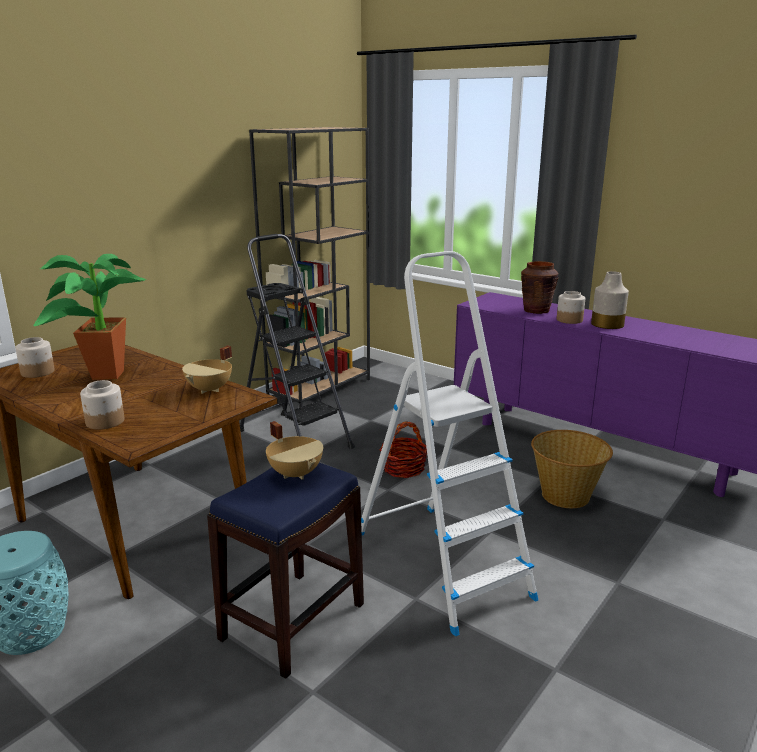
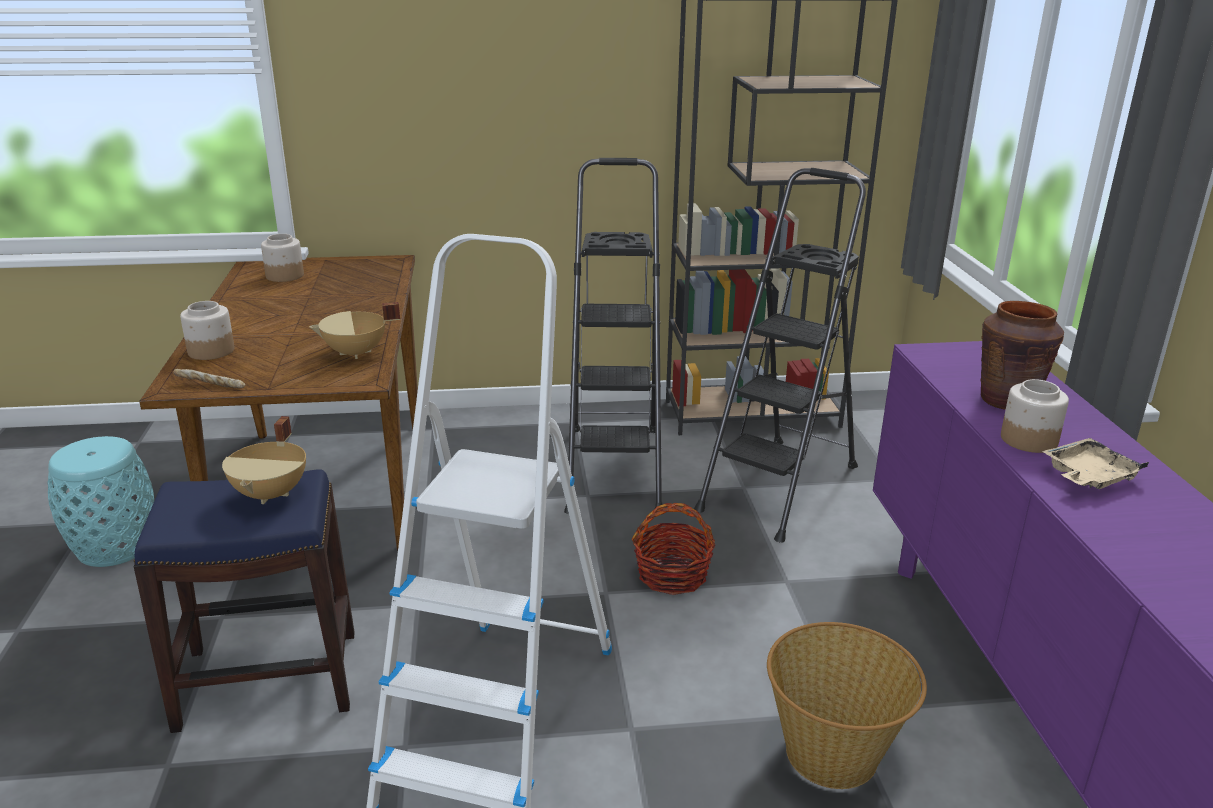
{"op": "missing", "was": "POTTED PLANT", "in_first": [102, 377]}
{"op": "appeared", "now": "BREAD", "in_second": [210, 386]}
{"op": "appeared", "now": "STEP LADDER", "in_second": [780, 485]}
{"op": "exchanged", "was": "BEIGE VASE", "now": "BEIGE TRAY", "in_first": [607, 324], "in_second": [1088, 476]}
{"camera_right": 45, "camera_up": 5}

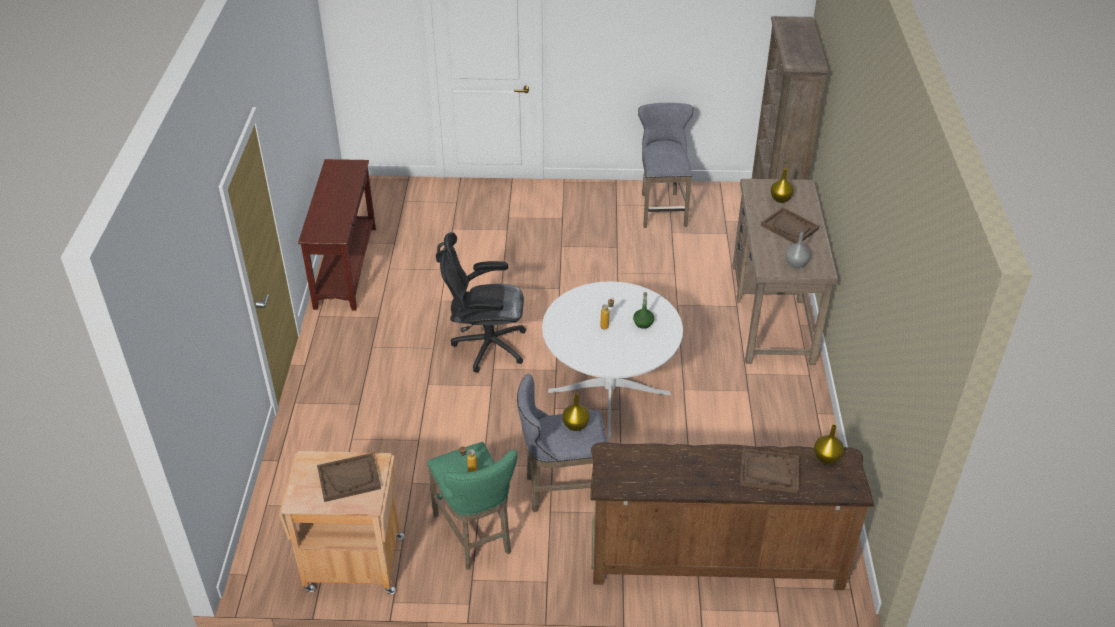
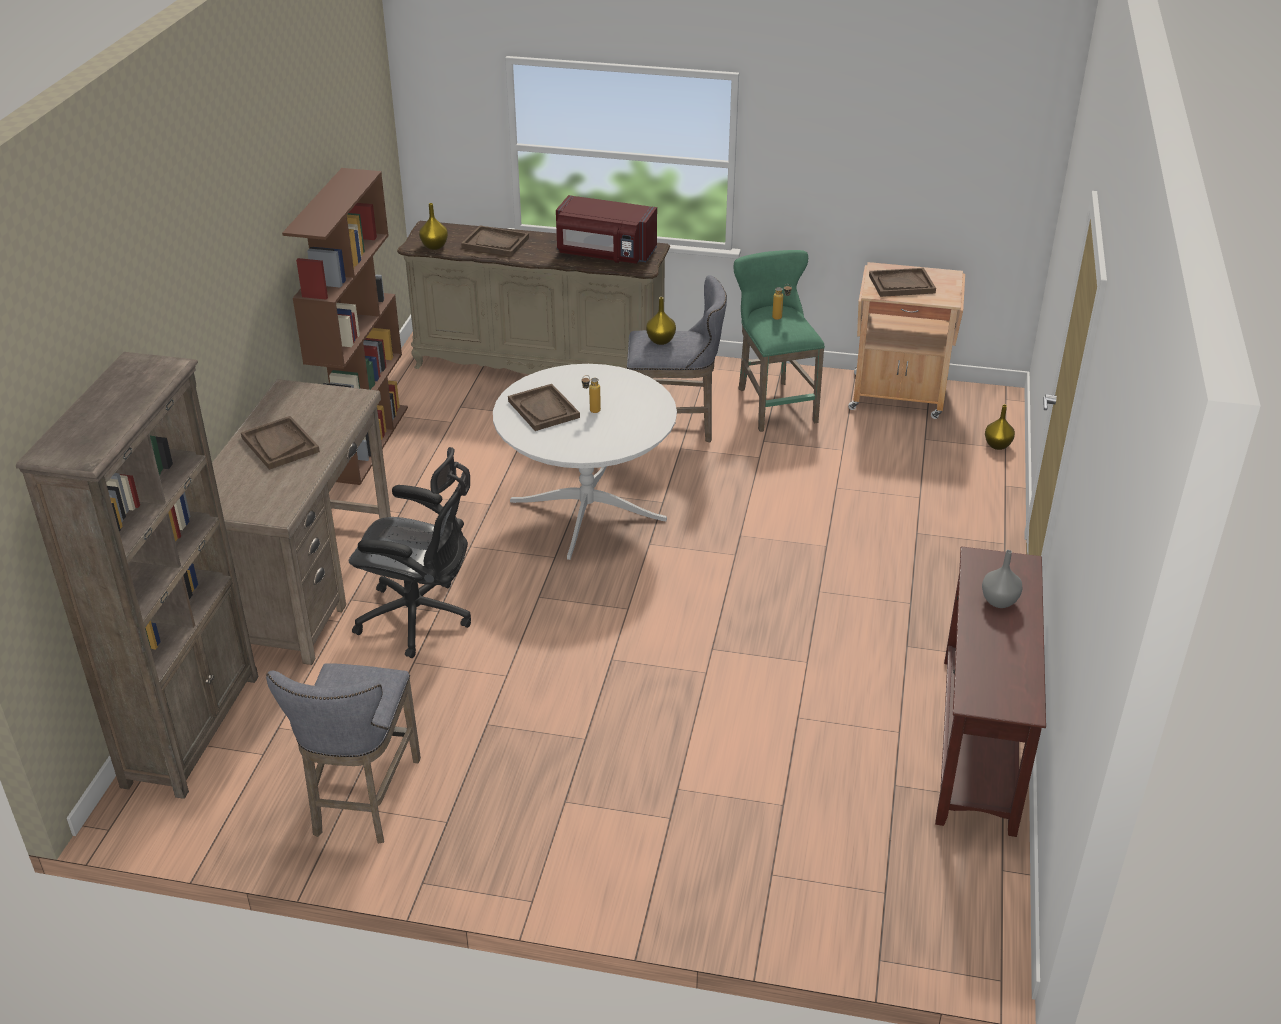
{"op": "appeared", "now": "BROWN BOOKCASE", "in_second": [365, 442]}
{"op": "appeared", "now": "RED MICROWAVE", "in_second": [604, 254]}
{"op": "relocated", "was": "OFFICE CHAIR", "in_first": [486, 346], "in_second": [420, 618]}
{"op": "relocated", "was": "YELLOW VASE", "in_first": [781, 199], "in_second": [997, 445]}
{"op": "relocated", "was": "GREY VASE", "in_first": [795, 264], "in_second": [999, 601]}
{"op": "exchanged", "was": "GREEN BOTTLE", "now": "BROWN TRAY", "in_first": [643, 323], "in_second": [544, 409]}
{"camera_right": -170, "camera_up": -5}

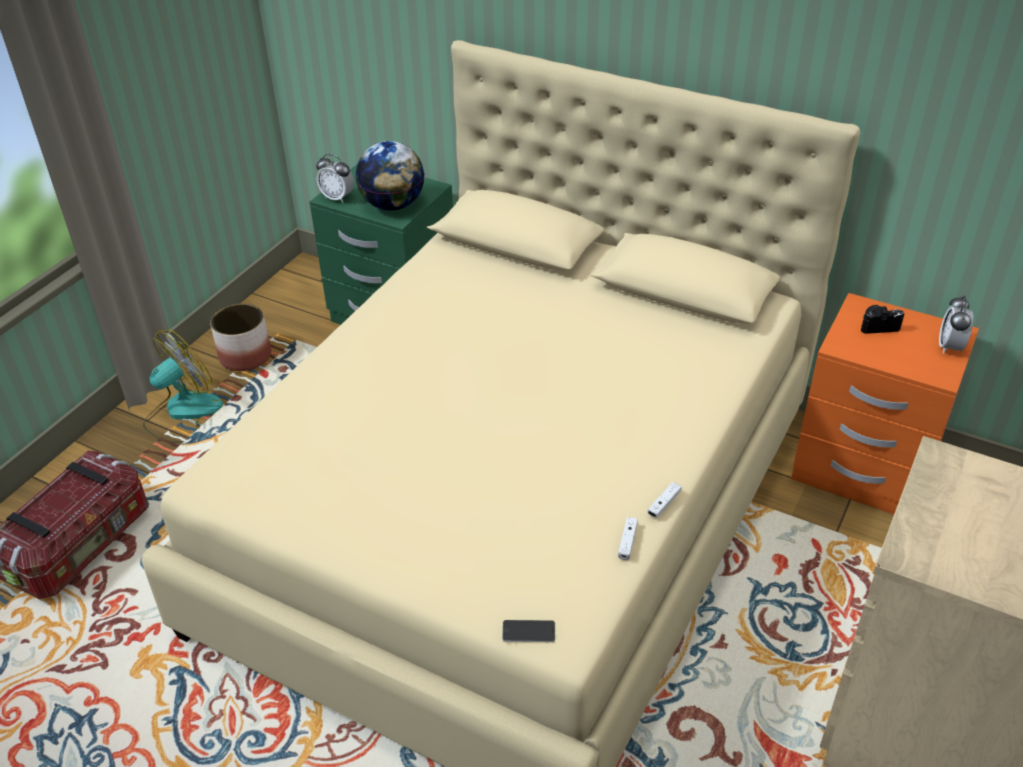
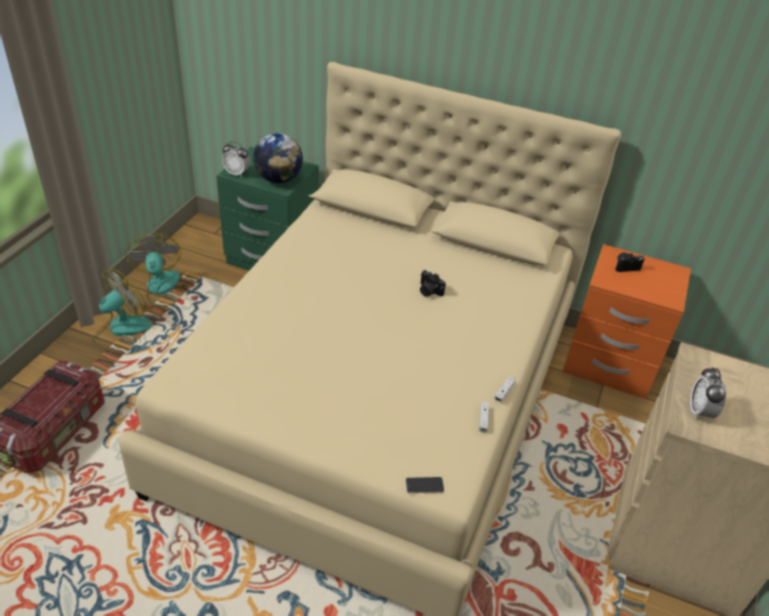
{"op": "appeared", "now": "PHOTO CAMERA", "in_second": [428, 291]}
{"op": "relocated", "was": "ALARM CLOCK", "in_first": [950, 347], "in_second": [700, 411]}
{"op": "exchanged", "was": "PLANTER", "now": "FAN", "in_first": [245, 356], "in_second": [164, 289]}
{"camera_right": -10, "camera_up": 0}

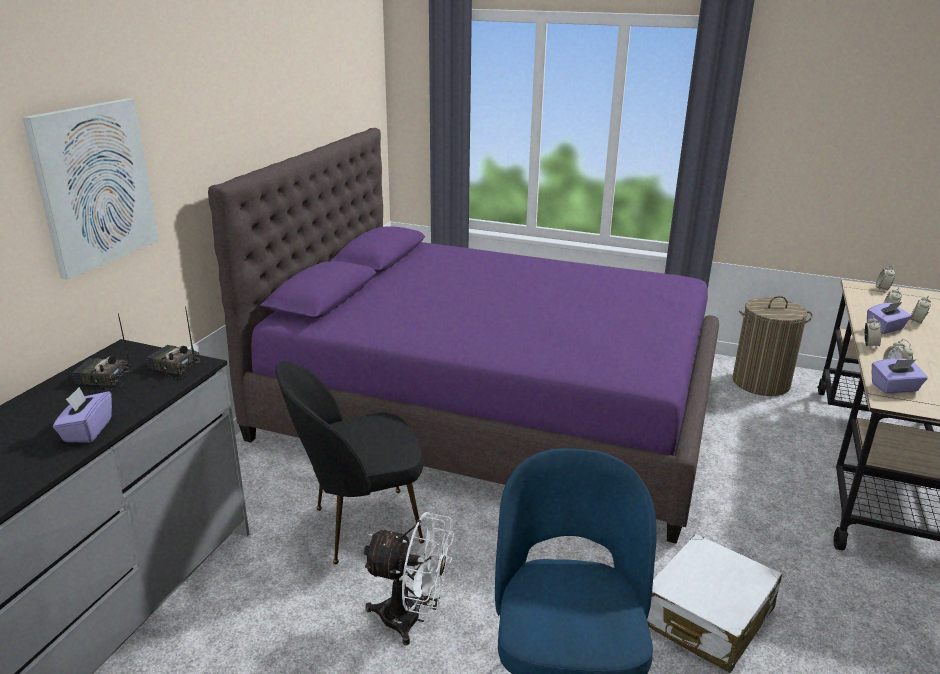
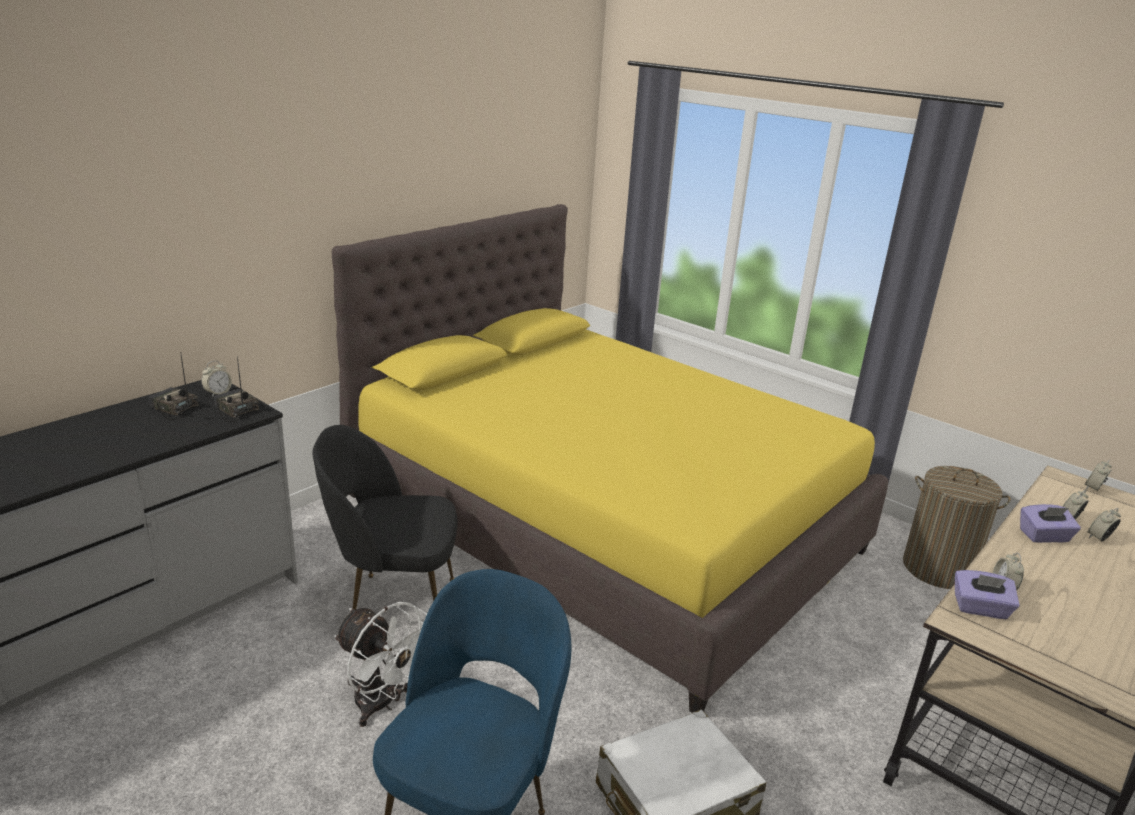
{"op": "missing", "was": "PICTURE", "in_first": [94, 185]}
{"op": "missing", "was": "PURPLE TISSUE BOX", "in_first": [87, 430]}
{"op": "relocated", "was": "ALARM CLOCK", "in_first": [869, 345], "in_second": [218, 393]}
{"op": "colour", "was": "PURPLE BED", "now": "YELLOW BED", "in_first": [490, 409], "in_second": [601, 521]}
{"camera_right": 20, "camera_up": 0}

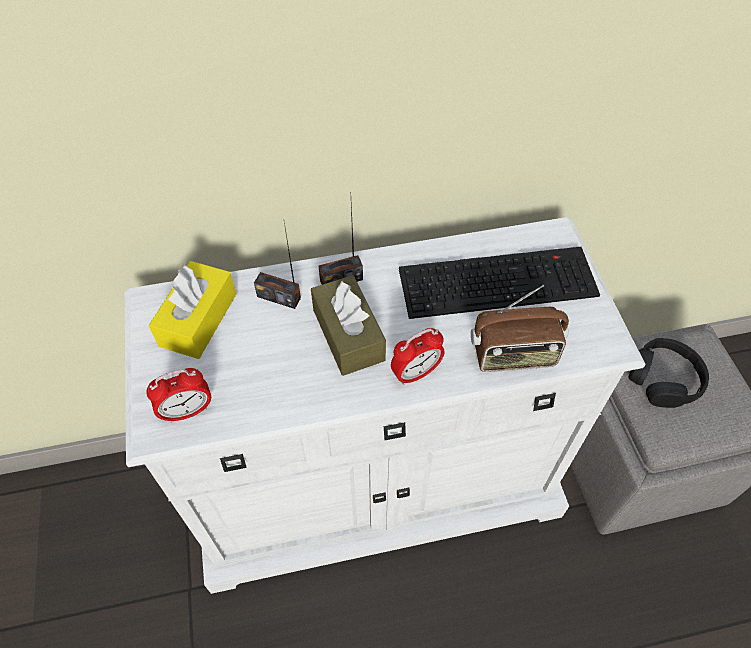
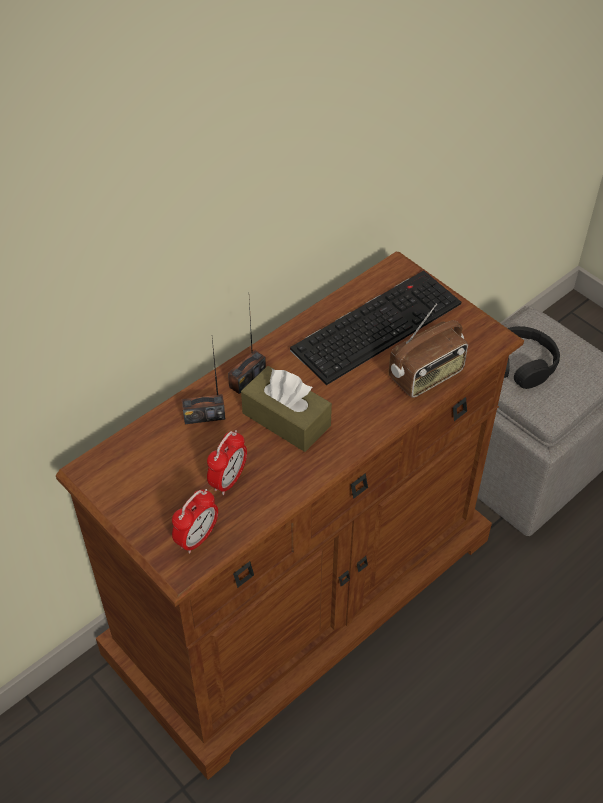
{"op": "missing", "was": "YELLOW TISSUE BOX", "in_first": [198, 319]}
{"op": "relocated", "was": "ALARM CLOCK", "in_first": [416, 373], "in_second": [228, 480]}
{"op": "colour", "was": "WHITE DRESSER", "now": "BROWN DRESSER", "in_first": [377, 477], "in_second": [302, 591]}
{"camera_right": -30, "camera_up": -5}

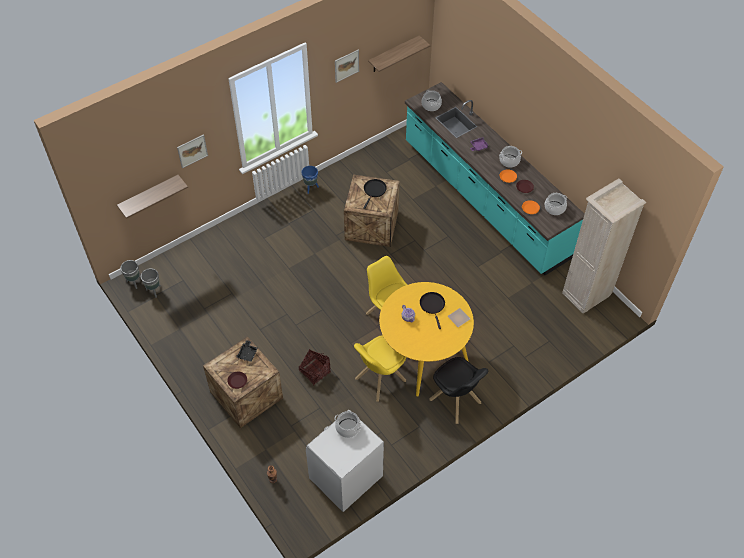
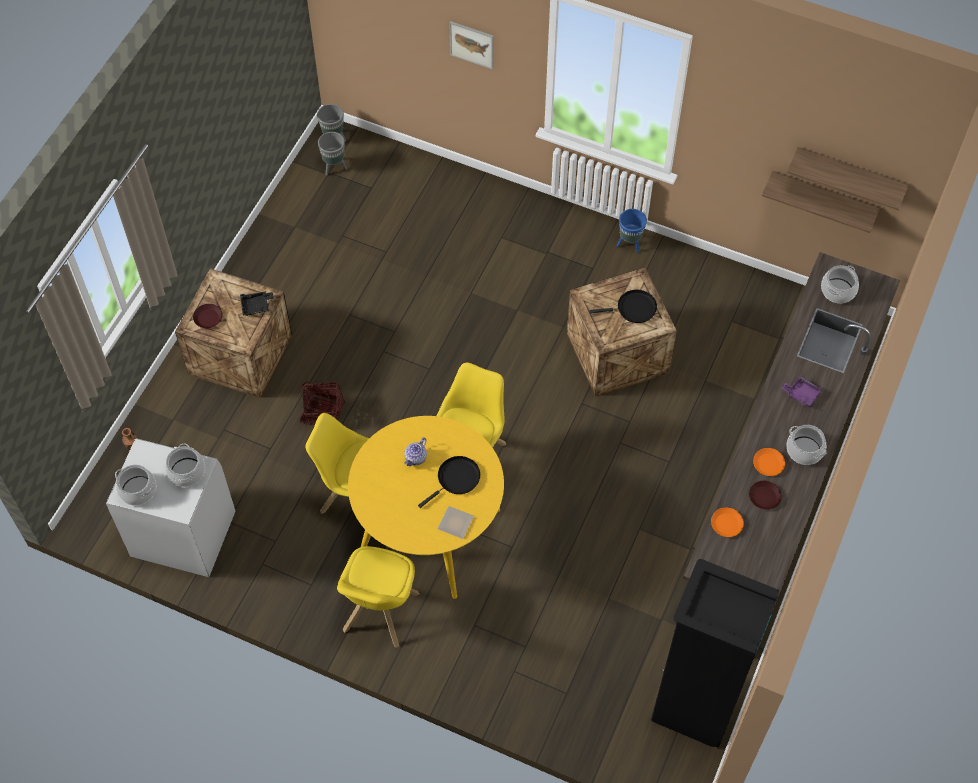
{"op": "missing", "was": "PICTURE", "in_first": [346, 65]}
{"op": "relocated", "was": "SHELF", "in_first": [149, 195], "in_second": [823, 198]}
{"op": "relocated", "was": "COOKING POT", "in_first": [554, 208], "in_second": [138, 490]}
{"op": "colour", "was": "BLACK CHAIR", "now": "YELLOW CHAIR", "in_first": [455, 401], "in_second": [380, 612]}
{"op": "colour", "was": "BEIGE CABINET", "now": "BLACK CABINET", "in_first": [586, 294], "in_second": [692, 710]}
{"camera_right": 60, "camera_up": 5}

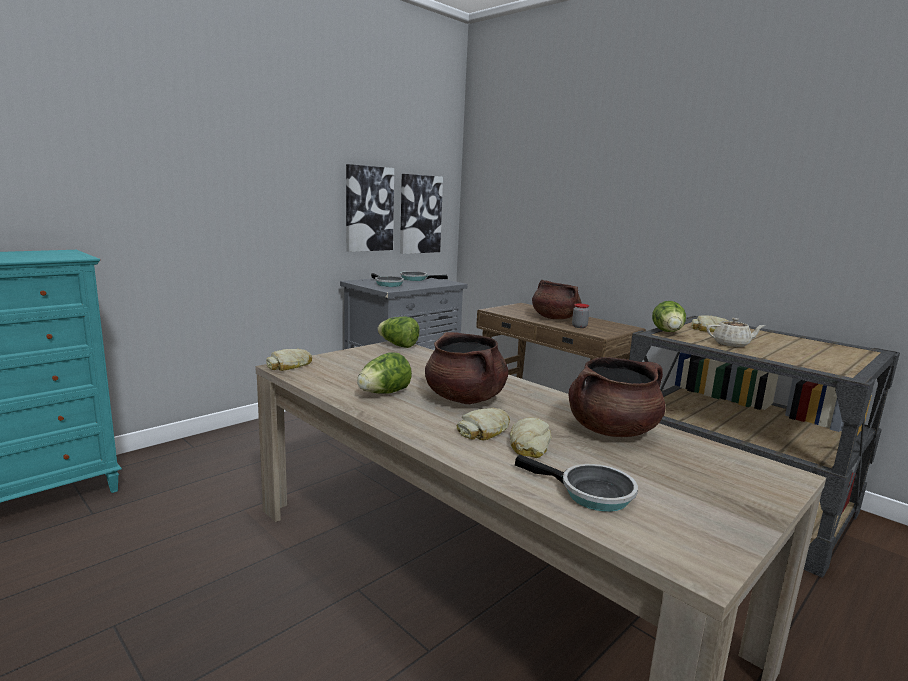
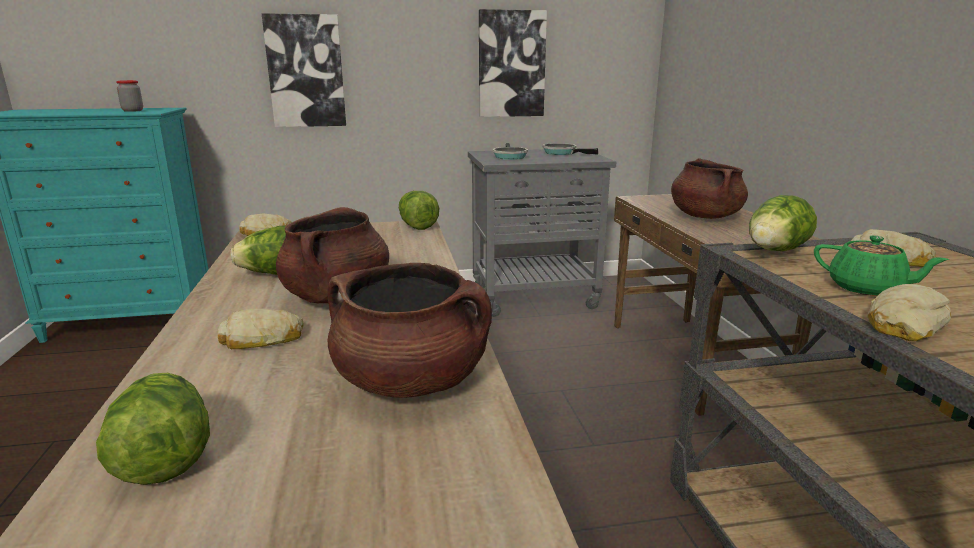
{"op": "relocated", "was": "PICTURE", "in_first": [420, 214], "in_second": [306, 71]}
{"op": "relocated", "was": "BREAD", "in_first": [528, 445], "in_second": [902, 323]}
{"op": "relocated", "was": "JAR", "in_first": [579, 326], "in_second": [132, 111]}
{"op": "exchanged", "was": "FRYING PAN", "now": "LETTUCE", "in_first": [590, 493], "in_second": [164, 458]}
{"op": "colour", "was": "BEIGE TEAPOT", "now": "GREEN TEAPOT", "in_first": [731, 344], "in_second": [867, 288]}
{"camera_right": 35, "camera_up": 5}

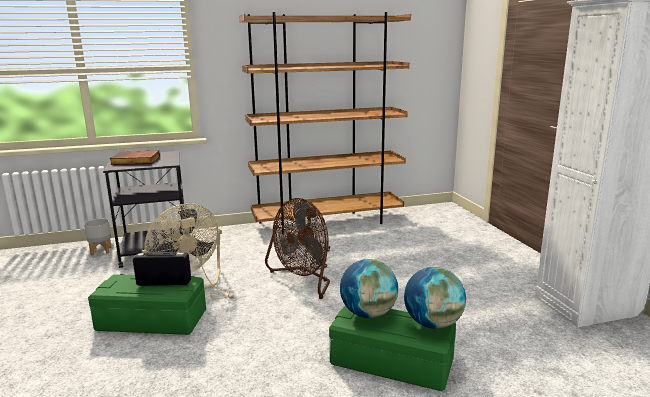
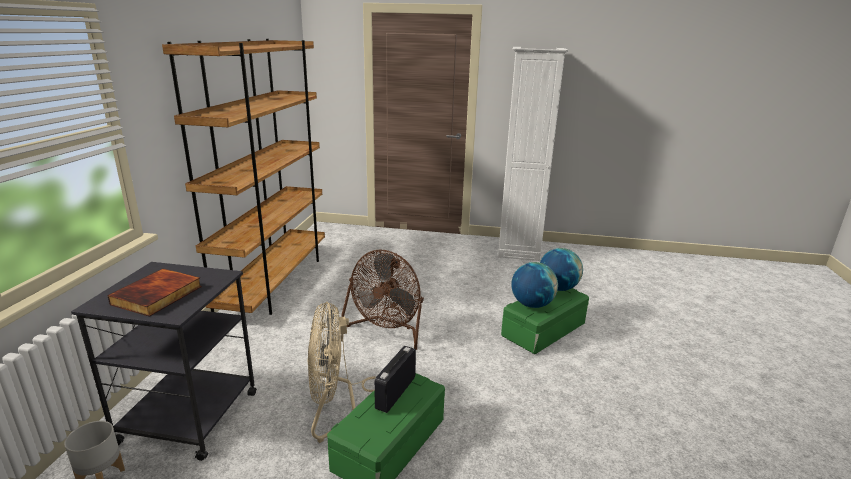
{"op": "spun", "was": "BROWN FAN", "in_first": [305, 278], "in_second": [387, 328], "clockwise": 45}
{"camera_right": -65, "camera_up": 5}

